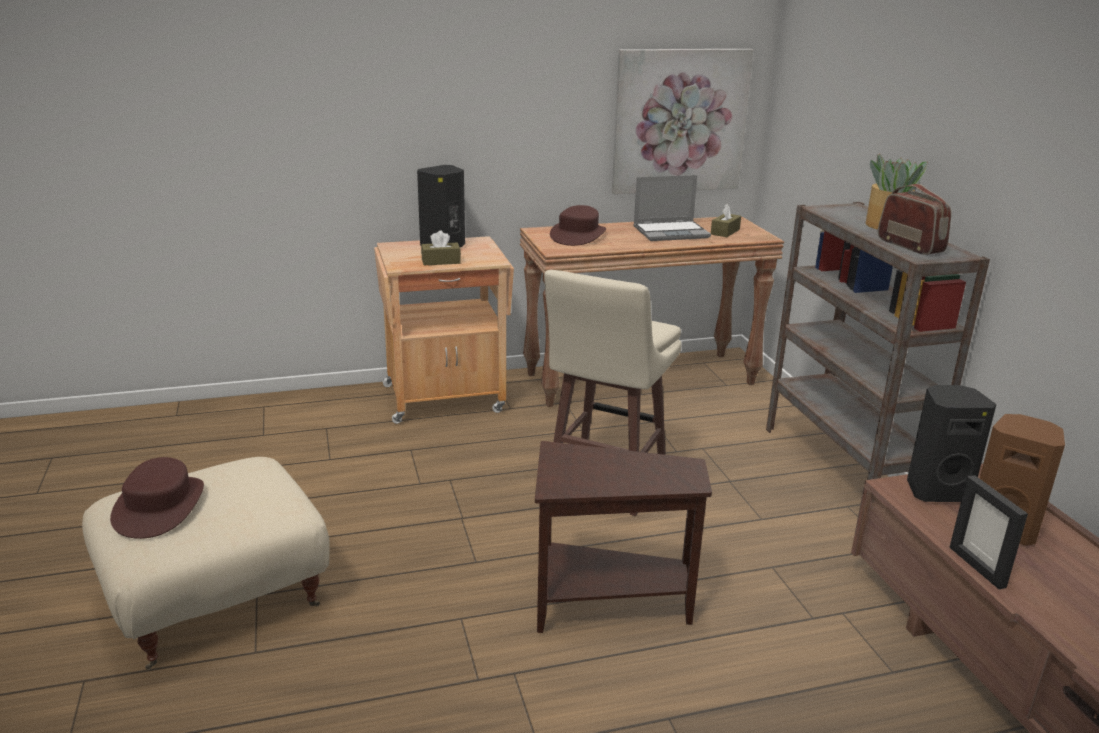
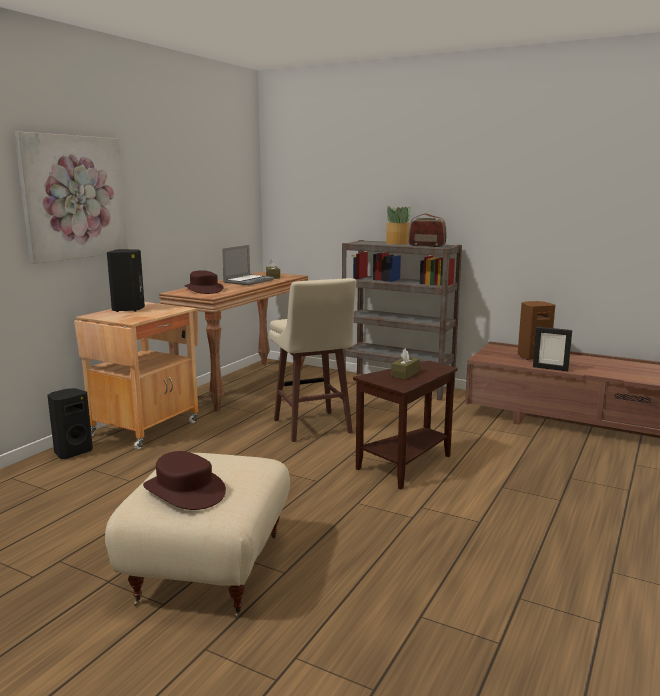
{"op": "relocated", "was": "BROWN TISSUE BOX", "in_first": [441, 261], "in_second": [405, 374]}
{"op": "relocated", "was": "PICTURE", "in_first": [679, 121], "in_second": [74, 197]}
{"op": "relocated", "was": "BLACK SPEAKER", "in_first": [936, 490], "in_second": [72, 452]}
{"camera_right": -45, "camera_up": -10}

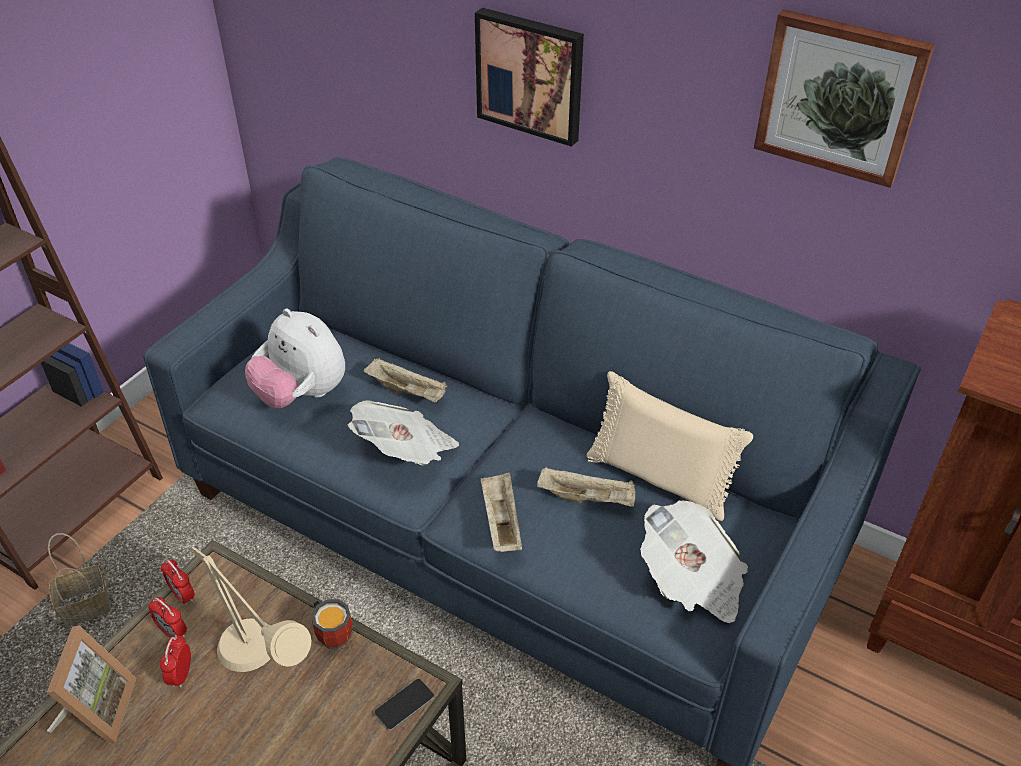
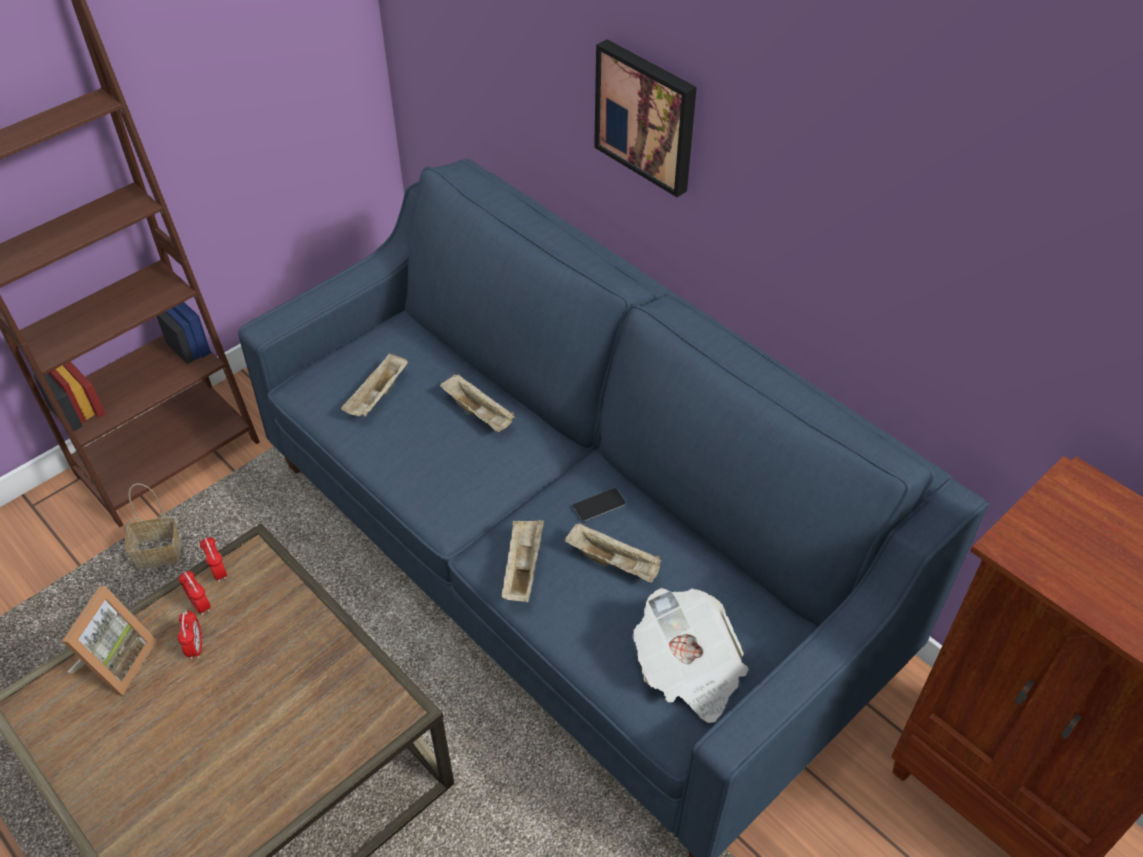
{"op": "missing", "was": "BEIGE TABLE LAMP", "in_first": [264, 666]}
{"op": "missing", "was": "MUG", "in_first": [334, 634]}
{"op": "missing", "was": "NEWSPAPER", "in_first": [406, 451]}
{"op": "missing", "was": "BEIGE PILLOW", "in_first": [660, 479]}
{"op": "missing", "was": "PICTURE", "in_first": [840, 97]}
{"op": "relocated", "was": "PHONE", "in_first": [404, 704], "in_second": [599, 505]}
{"op": "exchanged", "was": "PLUSH TOY", "now": "BEIGE TRAY", "in_first": [302, 394], "in_second": [378, 397]}
{"op": "spun", "was": "ALARM CLOCK", "in_first": [181, 675], "in_second": [196, 647], "clockwise": 150}
{"camera_right": 15, "camera_up": 5}

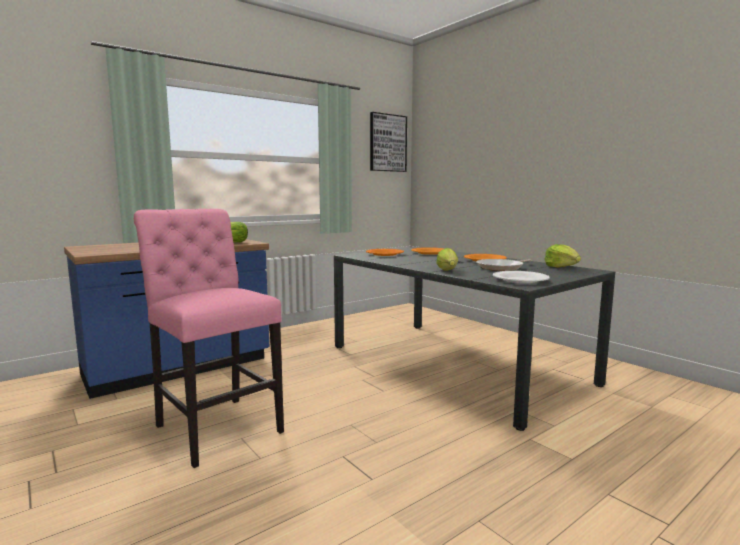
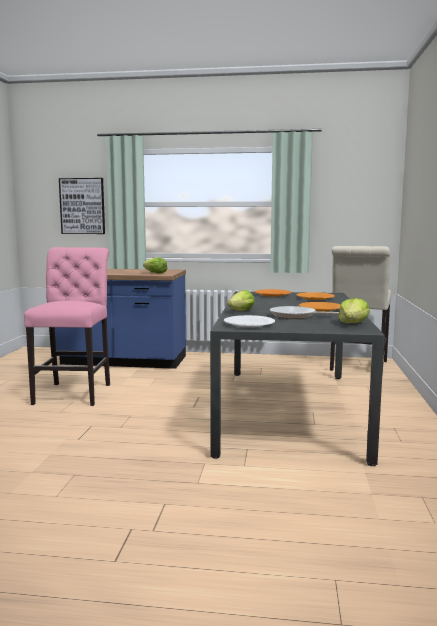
{"op": "appeared", "now": "BEIGE STOOL", "in_second": [357, 367]}
{"op": "relocated", "was": "PICTURE", "in_first": [387, 143], "in_second": [82, 206]}
{"camera_right": 45, "camera_up": 0}

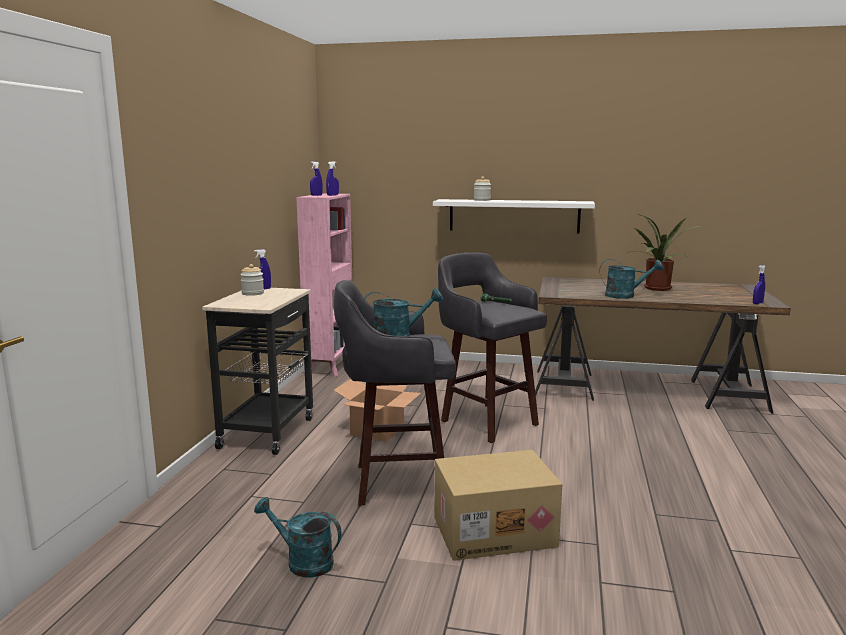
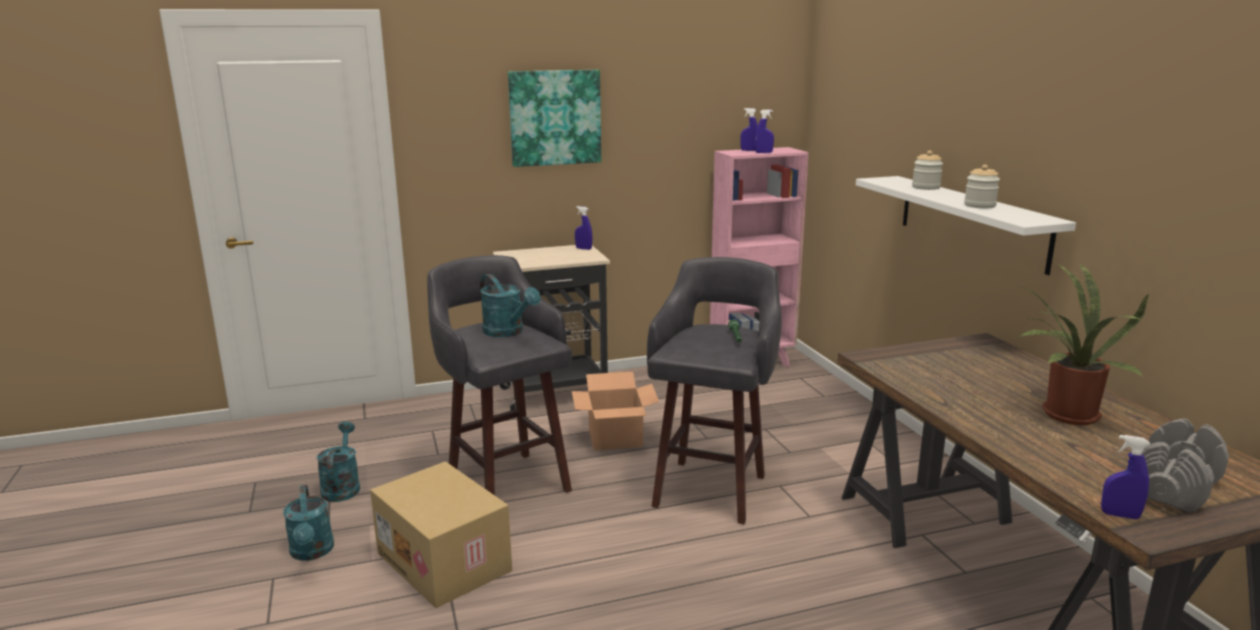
{"op": "appeared", "now": "PICTURE", "in_second": [555, 117]}
{"op": "appeared", "now": "GREY DUMBBELL", "in_second": [1173, 486]}
{"op": "relocated", "was": "JAR", "in_first": [252, 293], "in_second": [979, 205]}
{"op": "relocated", "was": "TURQUOISE WATERING CAN", "in_first": [625, 296], "in_second": [312, 552]}
{"camera_right": 60, "camera_up": 5}

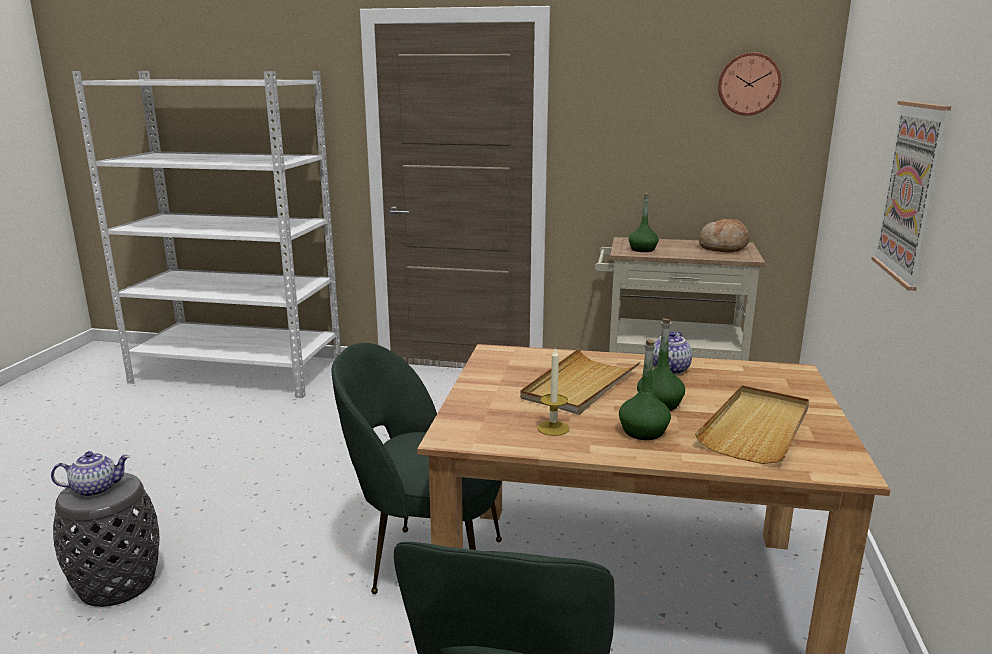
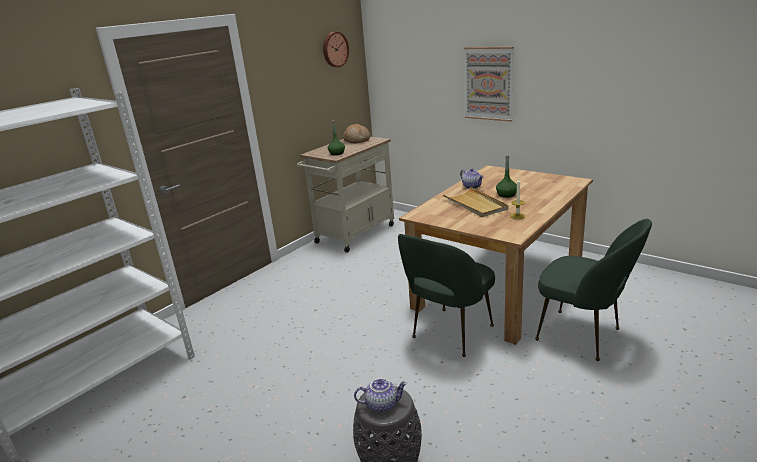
{"op": "missing", "was": "GREEN BOTTLE", "in_first": [643, 431]}
{"op": "missing", "was": "BEIGE TRAY", "in_first": [756, 428]}
{"op": "spun", "was": "TEAPOT", "in_first": [96, 489], "in_second": [382, 404], "clockwise": 75}
{"camera_right": -60, "camera_up": 5}

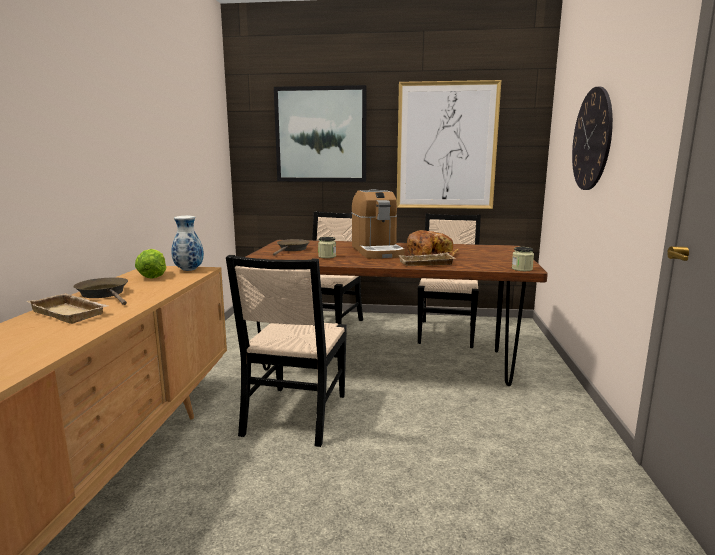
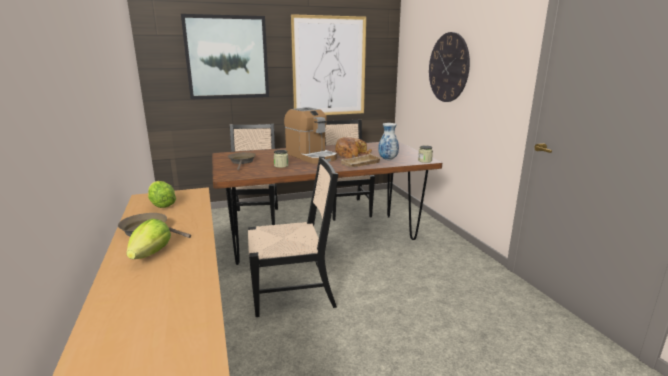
{"op": "relocated", "was": "VASE", "in_first": [188, 270], "in_second": [387, 159]}
{"op": "exchanged", "was": "BEIGE TRAY", "now": "LETTUCE", "in_first": [71, 313], "in_second": [151, 254]}
{"op": "spun", "was": "CHAIR", "in_first": [296, 415], "in_second": [293, 294], "clockwise": -90}
{"camera_right": -25, "camera_up": 5}

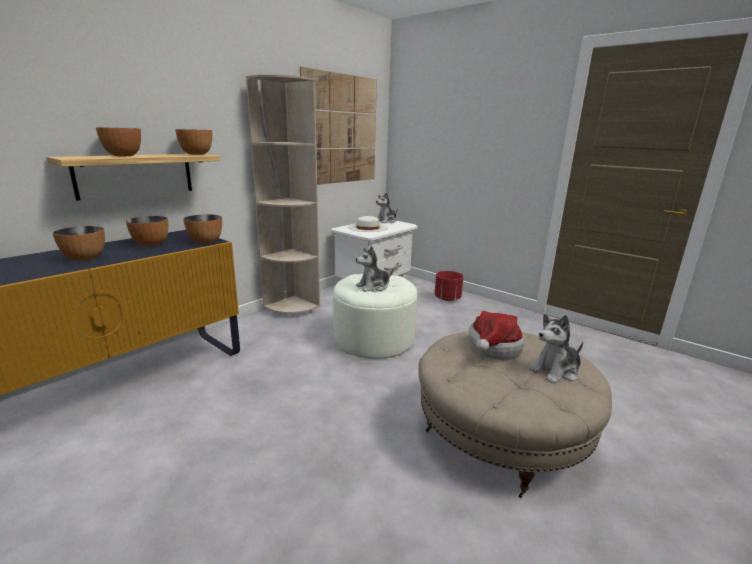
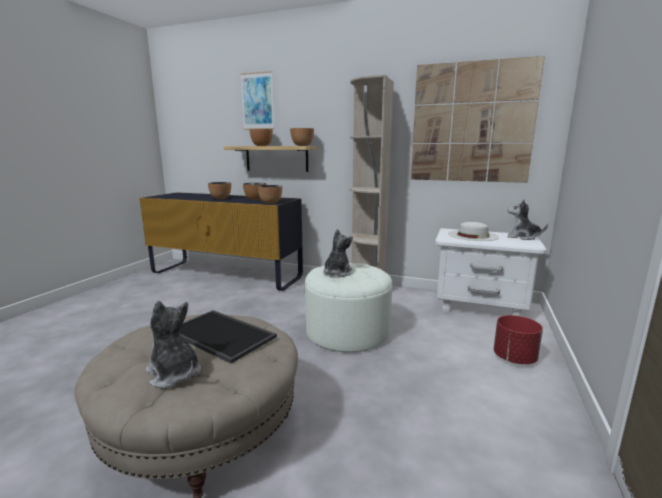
{"op": "appeared", "now": "PICTURE", "in_second": [257, 101]}
{"op": "exchanged", "was": "HAT", "now": "TRAY", "in_first": [492, 349], "in_second": [218, 335]}
{"op": "spun", "was": "PLUSH TOY", "in_first": [373, 286], "in_second": [337, 273], "clockwise": 75}
{"camera_right": 70, "camera_up": -5}

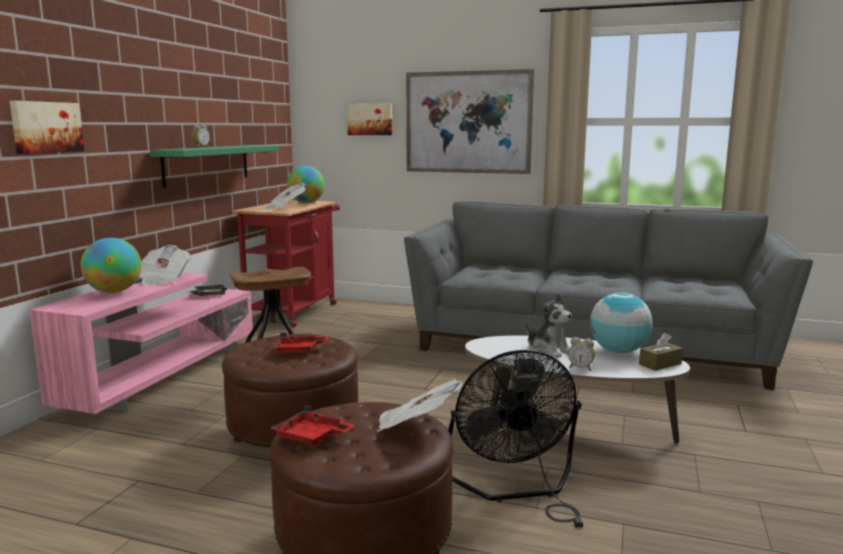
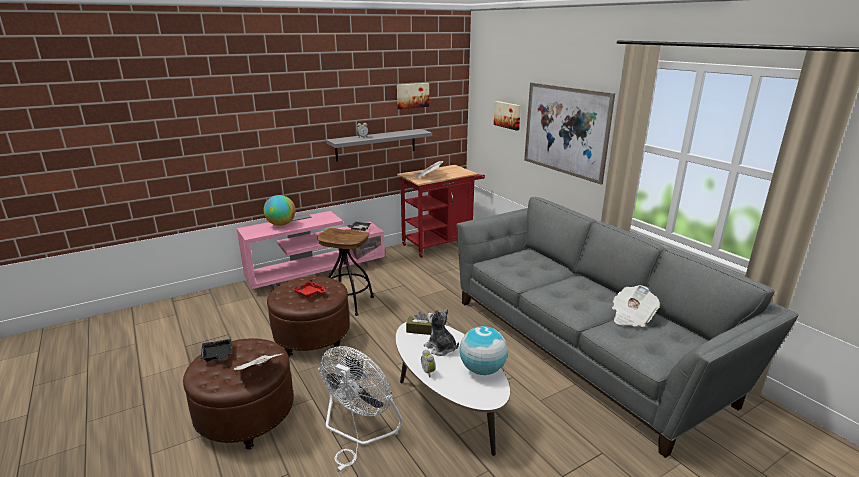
{"op": "missing", "was": "GLOBE", "in_first": [306, 202]}
{"op": "relocated", "was": "PICTURE", "in_first": [46, 127], "in_second": [412, 95]}
{"op": "relocated", "was": "NEWSPAPER", "in_first": [163, 280], "in_second": [631, 317]}
{"op": "relocated", "was": "BROWN TISSUE BOX", "in_first": [660, 364], "in_second": [420, 330]}
{"op": "colour", "was": "GREEN SHELF", "now": "GREY SHELF", "in_first": [207, 164], "in_second": [376, 145]}
{"op": "colour", "was": "RED TRAY", "now": "BLACK TRAY", "in_first": [312, 437], "in_second": [217, 355]}
{"op": "colour", "was": "BLACK FAN", "now": "WHITE FAN", "in_first": [523, 488], "in_second": [354, 430]}
{"op": "spun", "was": "PLUSH TOY", "in_first": [548, 350], "in_second": [441, 348], "clockwise": 135}
{"camera_right": 40, "camera_up": 10}

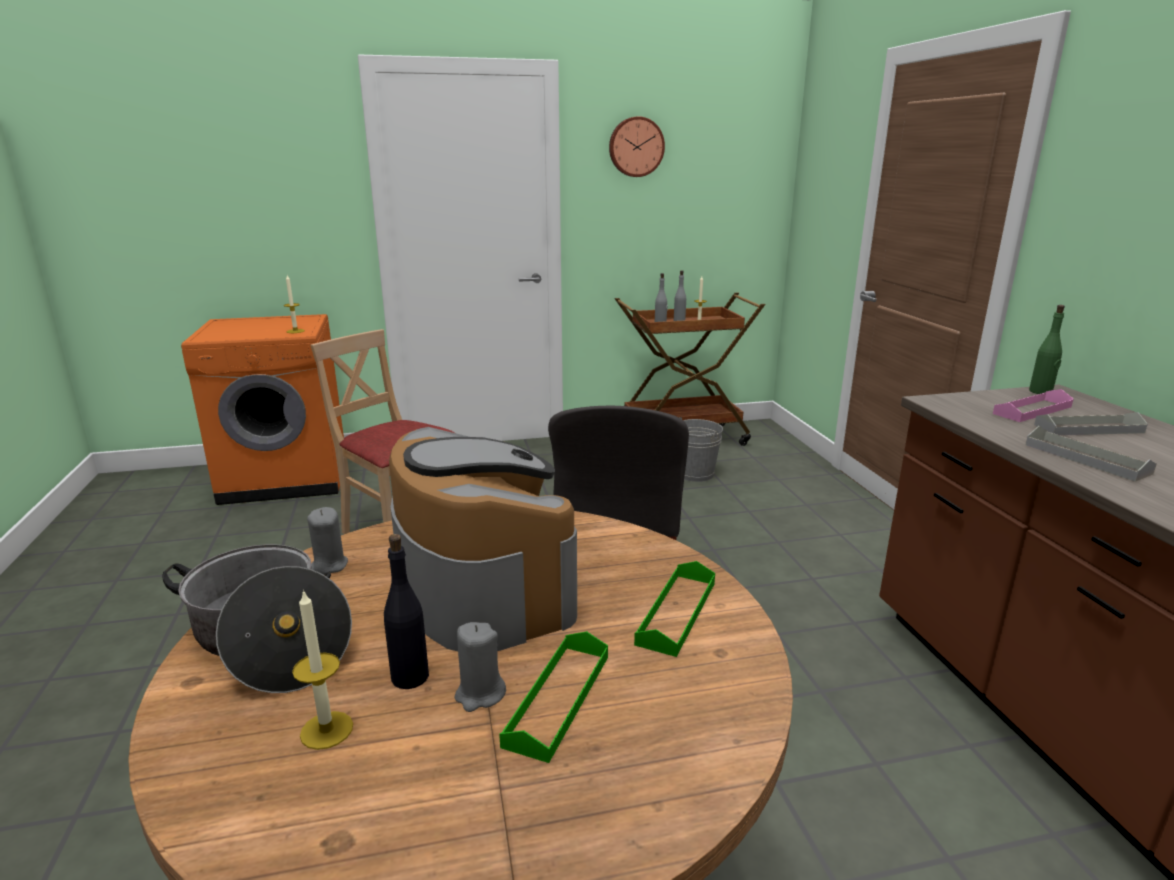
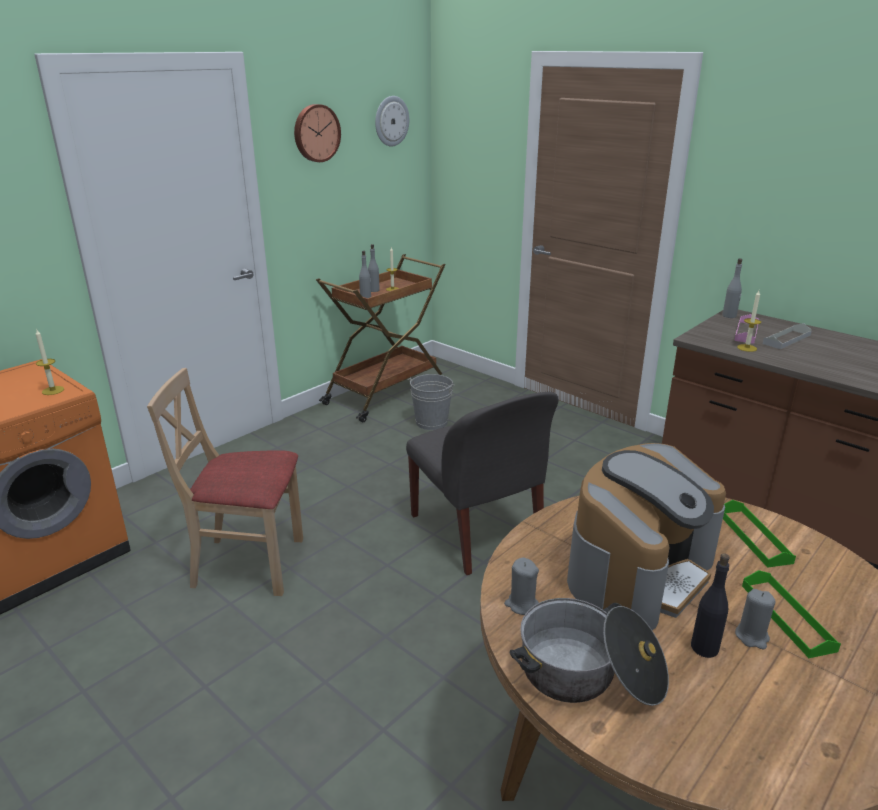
{"op": "missing", "was": "GREY TRAY", "in_first": [1086, 459]}
{"op": "appeared", "now": "WALL CLOCK", "in_second": [391, 121]}
{"op": "relocated", "was": "CANDLE", "in_first": [326, 730], "in_second": [747, 348]}
{"op": "colour", "was": "GREEN BOTTLE", "now": "GREY BOTTLE", "in_first": [1040, 392], "in_second": [729, 316]}
{"op": "spun", "was": "COFFEE MACHINE", "in_first": [481, 587], "in_second": [638, 572], "clockwise": 105}
{"camera_right": -35, "camera_up": 5}

